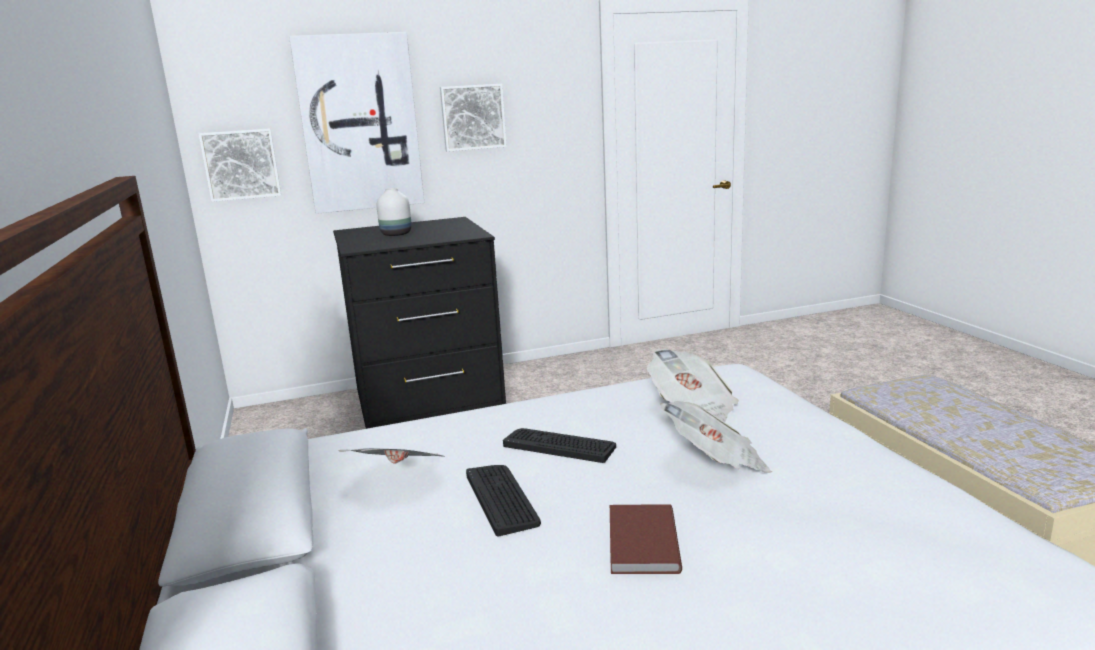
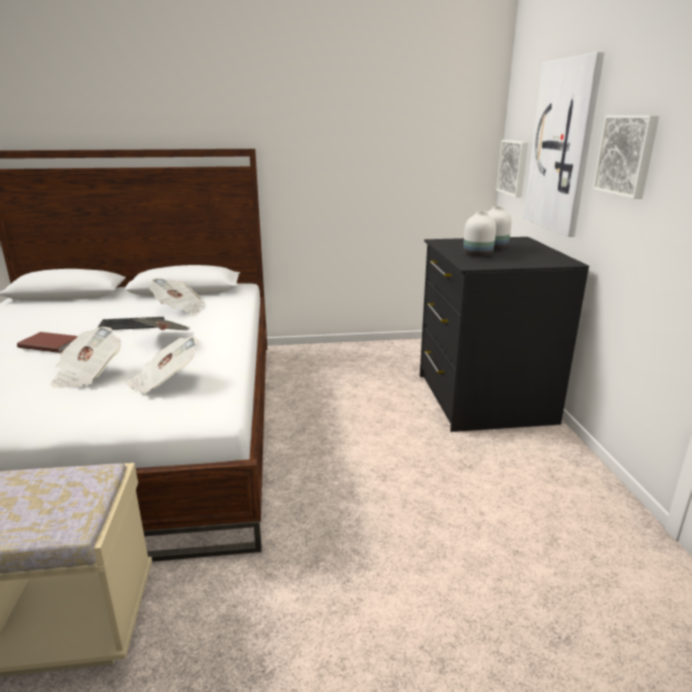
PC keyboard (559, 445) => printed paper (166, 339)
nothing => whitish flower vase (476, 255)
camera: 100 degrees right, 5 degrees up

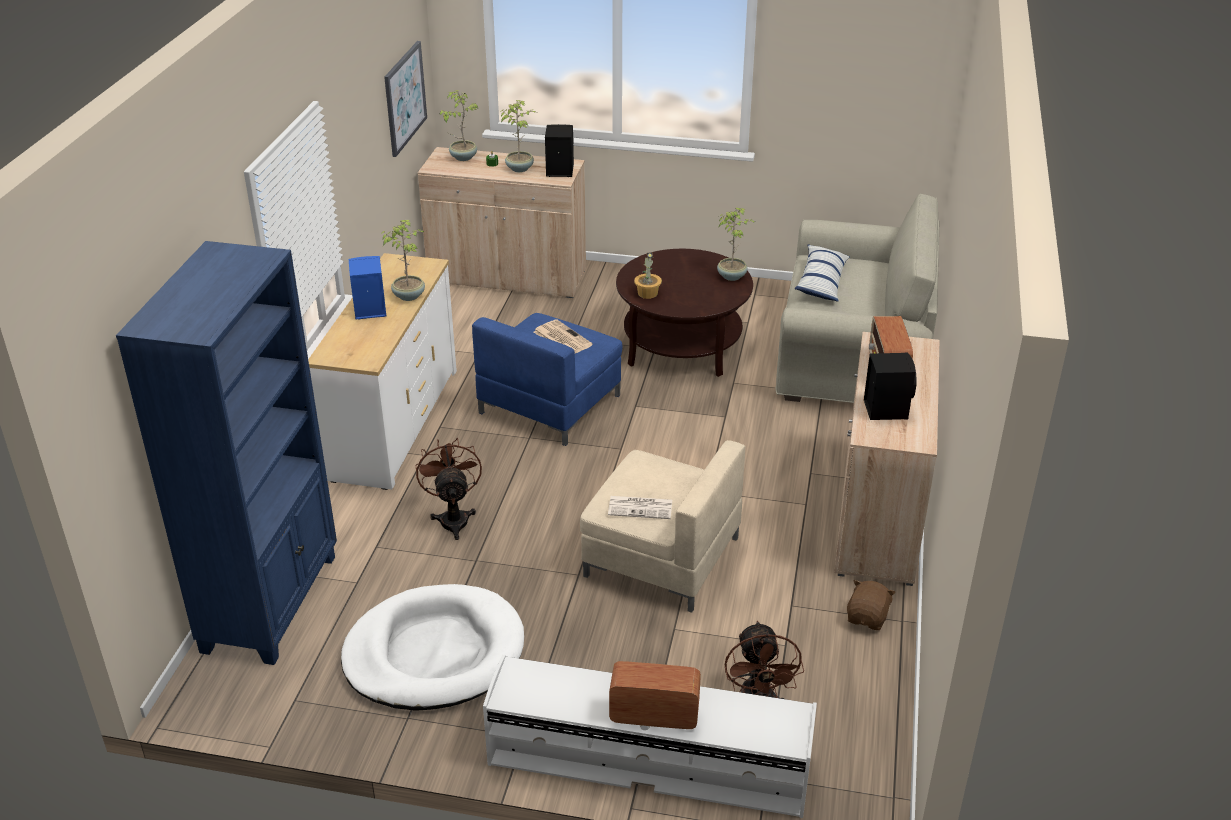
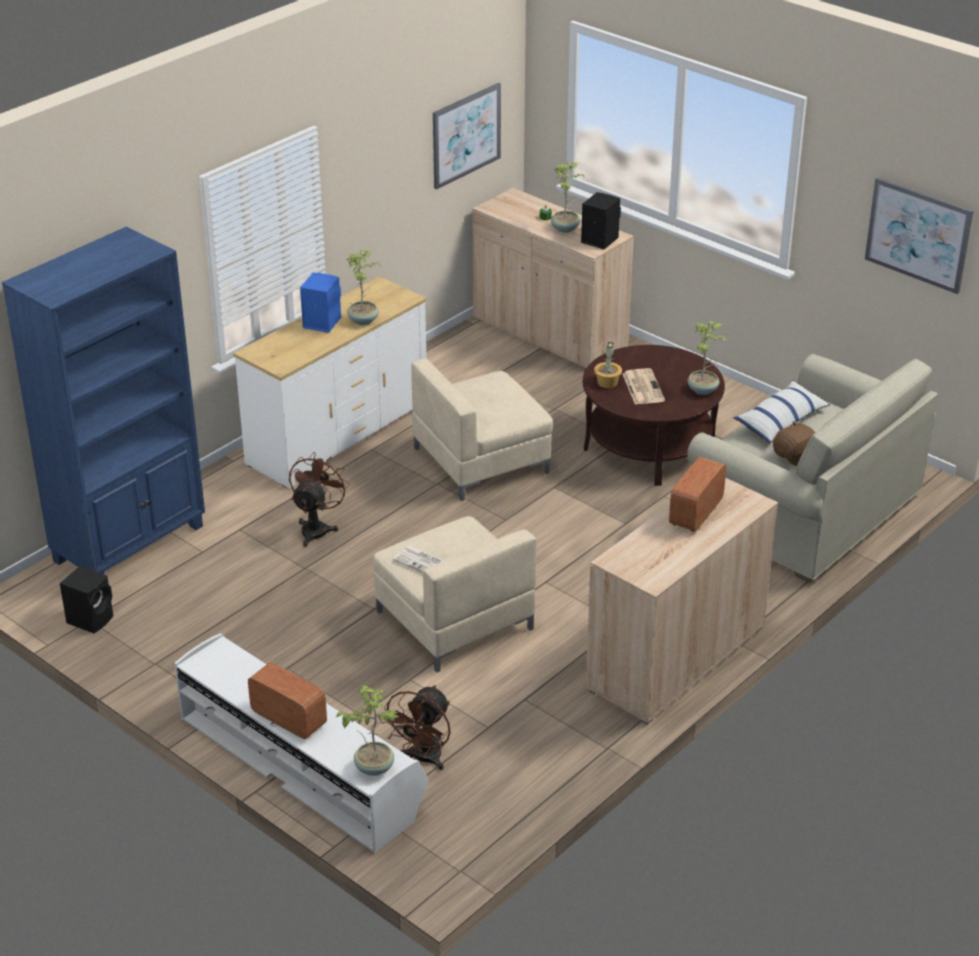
houseplant (463, 157) => houseplant (373, 767), moved
blue-coloured easy chair (551, 403) => beige easy chair (482, 460)
printed paper (561, 338) => printed paper (642, 387), moved
blackish audio speaker (886, 409) => blackish audio speaker (91, 619), moved
brown-coloured plush toy (867, 618) => brown-coloured plush toy (795, 456), moved
whitish pet bed (434, 653) => nothing
nothing => wall picture (918, 234)
camera: 30 degrees right, 0 degrees up

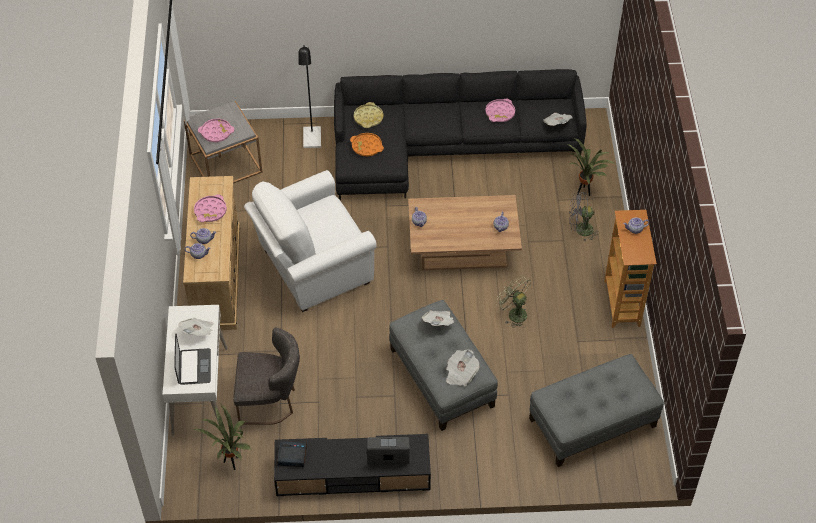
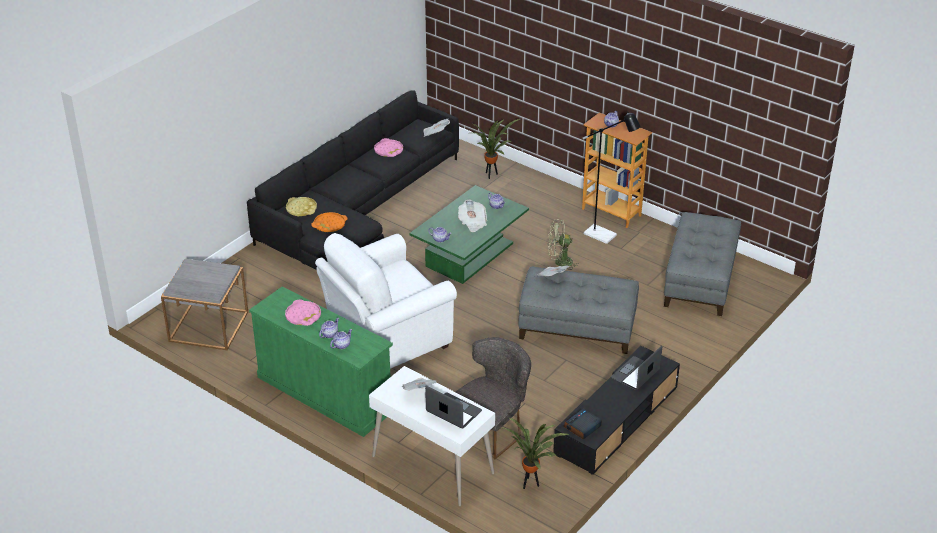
blackish floor lamp (312, 142) => blackish floor lamp (605, 236), moved
pink tray (216, 132) => nothing
whitish easy chair (311, 267) => whitish easy chair (384, 337), 45 degrees clockwise
beige chest of drawers (217, 277) => greenish chest of drawers (324, 393)
gray cooling fan (580, 230) => nothing
brown-coloured low table (462, 250) => greenish low table (470, 254)
printed paper (460, 373) => printed paper (472, 223), moved
camera: 50 degrees left, 15 degrees down

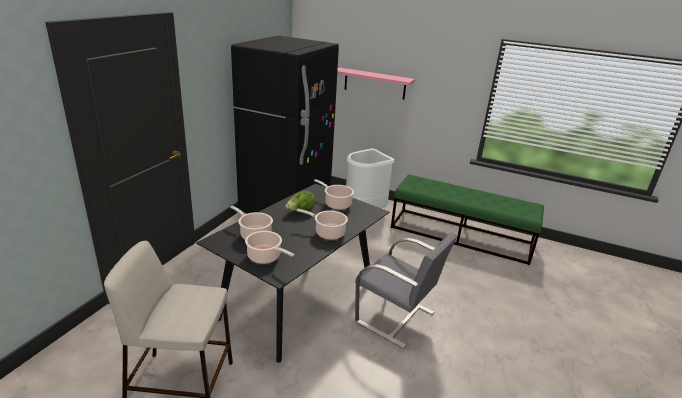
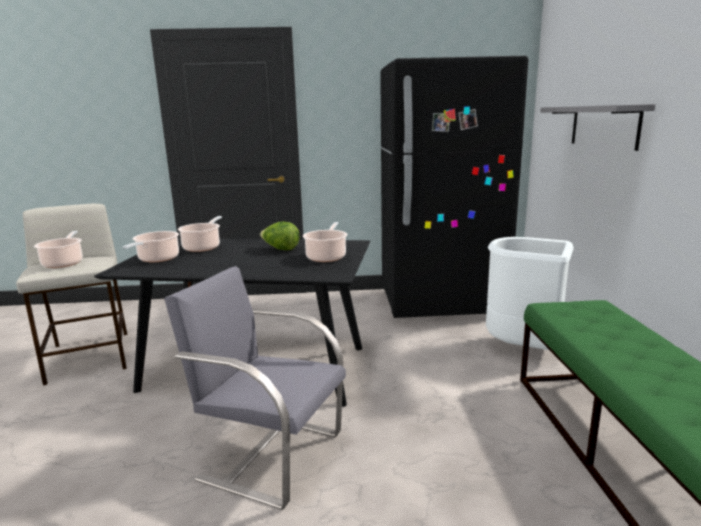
pink shelf (374, 83) => gray shelf (604, 126)
cooking pot (328, 233) => cooking pot (64, 263), moved
gray plain chair (396, 318) => gray plain chair (270, 454), 105 degrees clockwise
camera: 65 degrees right, 10 degrees down

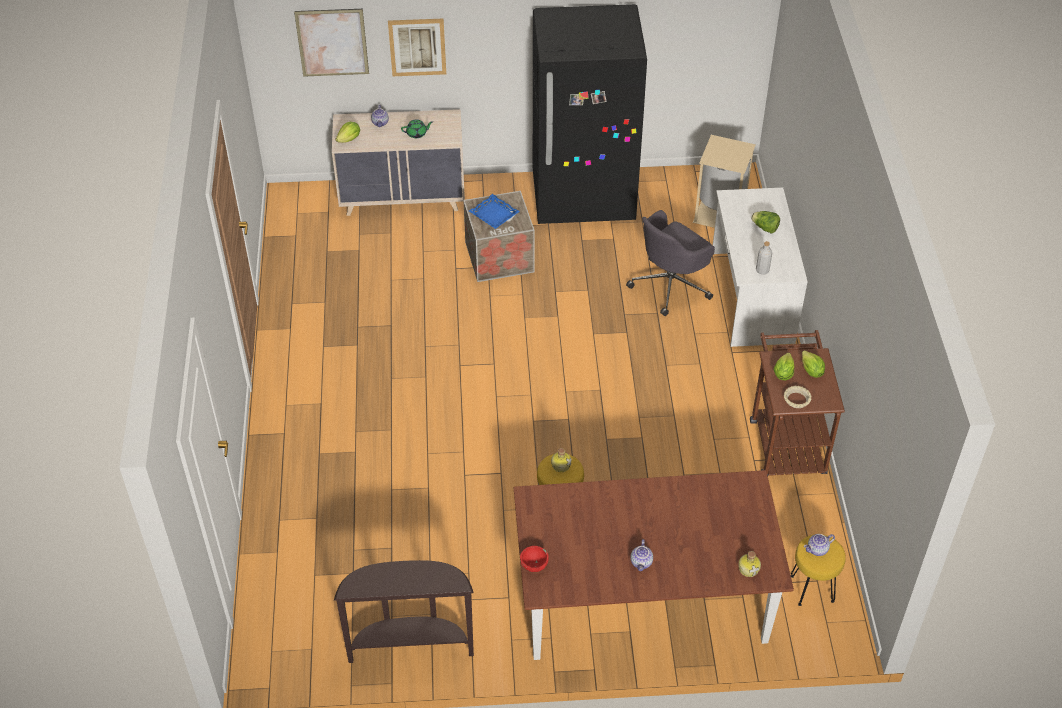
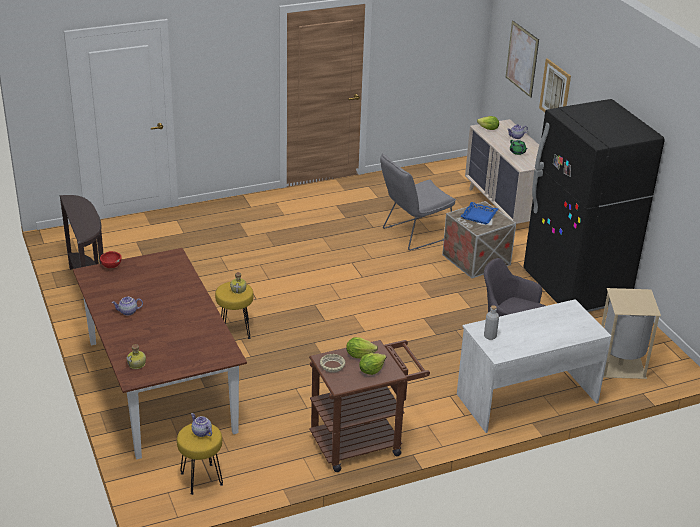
lettuce head (765, 228) => nothing
nothing => gray plain chair (413, 234)
camera: 70 degrees right, 15 degrees down

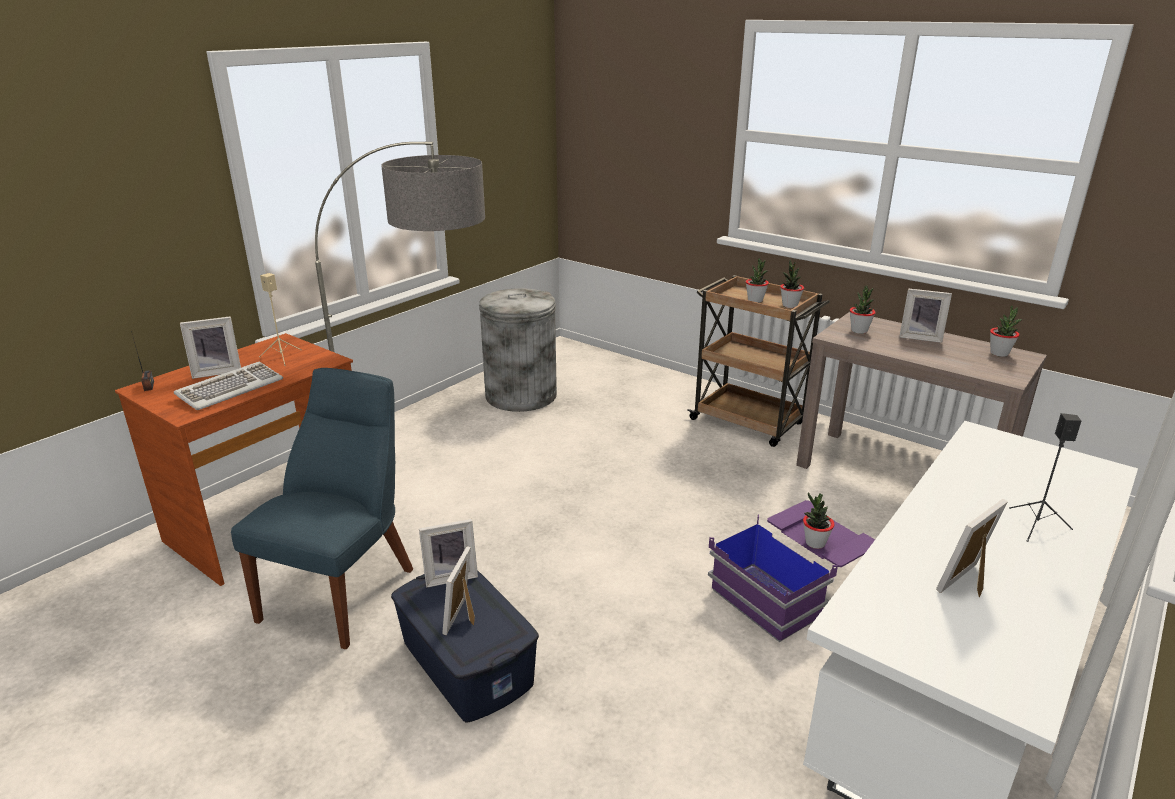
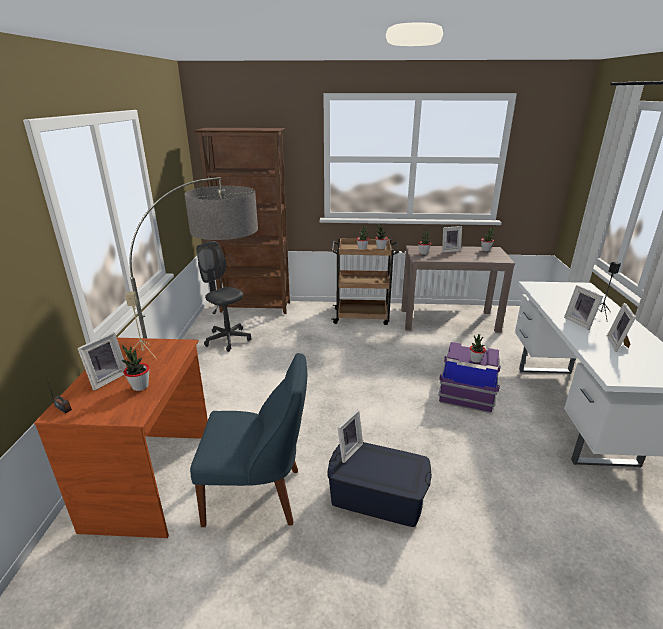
gray trash can (521, 395) => gray office chair (228, 339)
PC keyboard (230, 389) => houseplant (140, 386)
blue-coloured plain chair (343, 590) => blue-coloured plain chair (258, 496), 105 degrees clockwise
standing frame (464, 617) => standing frame (580, 322), moved
nothing => brown-coloured bookshelf (256, 307)
camera: 35 degrees left, 0 degrees up

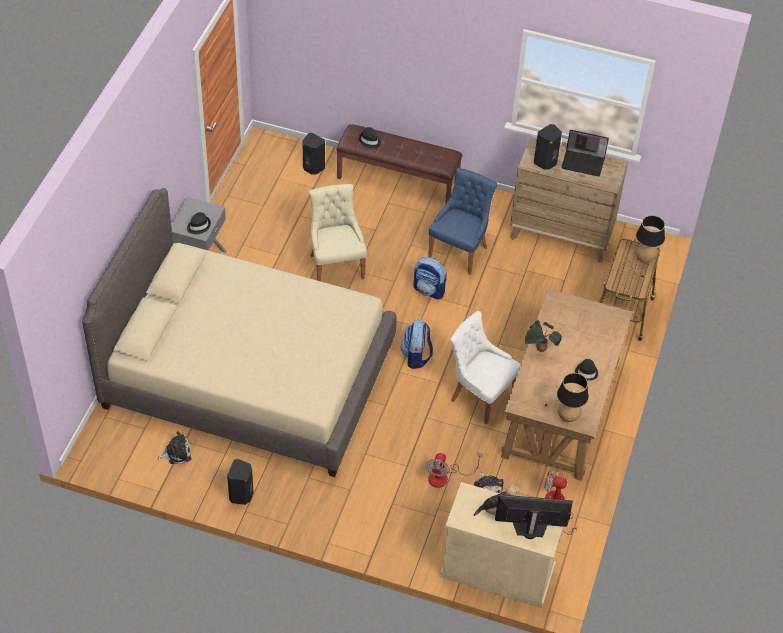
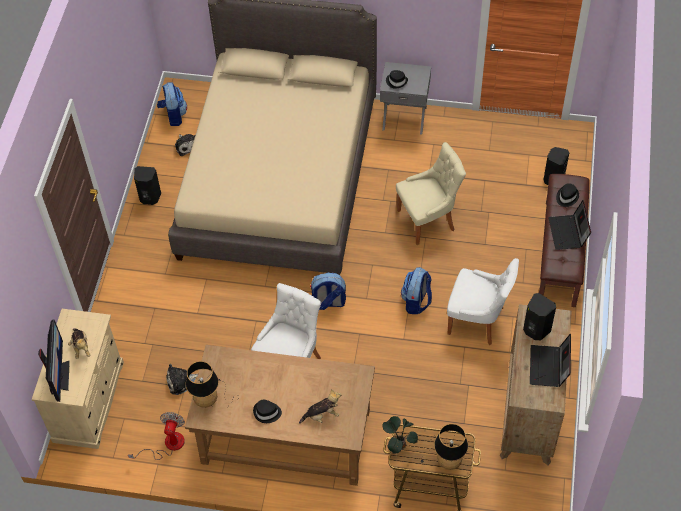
blue-coloured plain chair (459, 251) => whitish plain chair (478, 321)
houseplant (540, 349) => houseplant (398, 445), moved
cooling fan (445, 477) => nothing
nothing => backpack (173, 115)
nothing => notebook computer (568, 233)
nothing => plush toy (322, 415)
camera: 85 degrees right, 5 degrees up

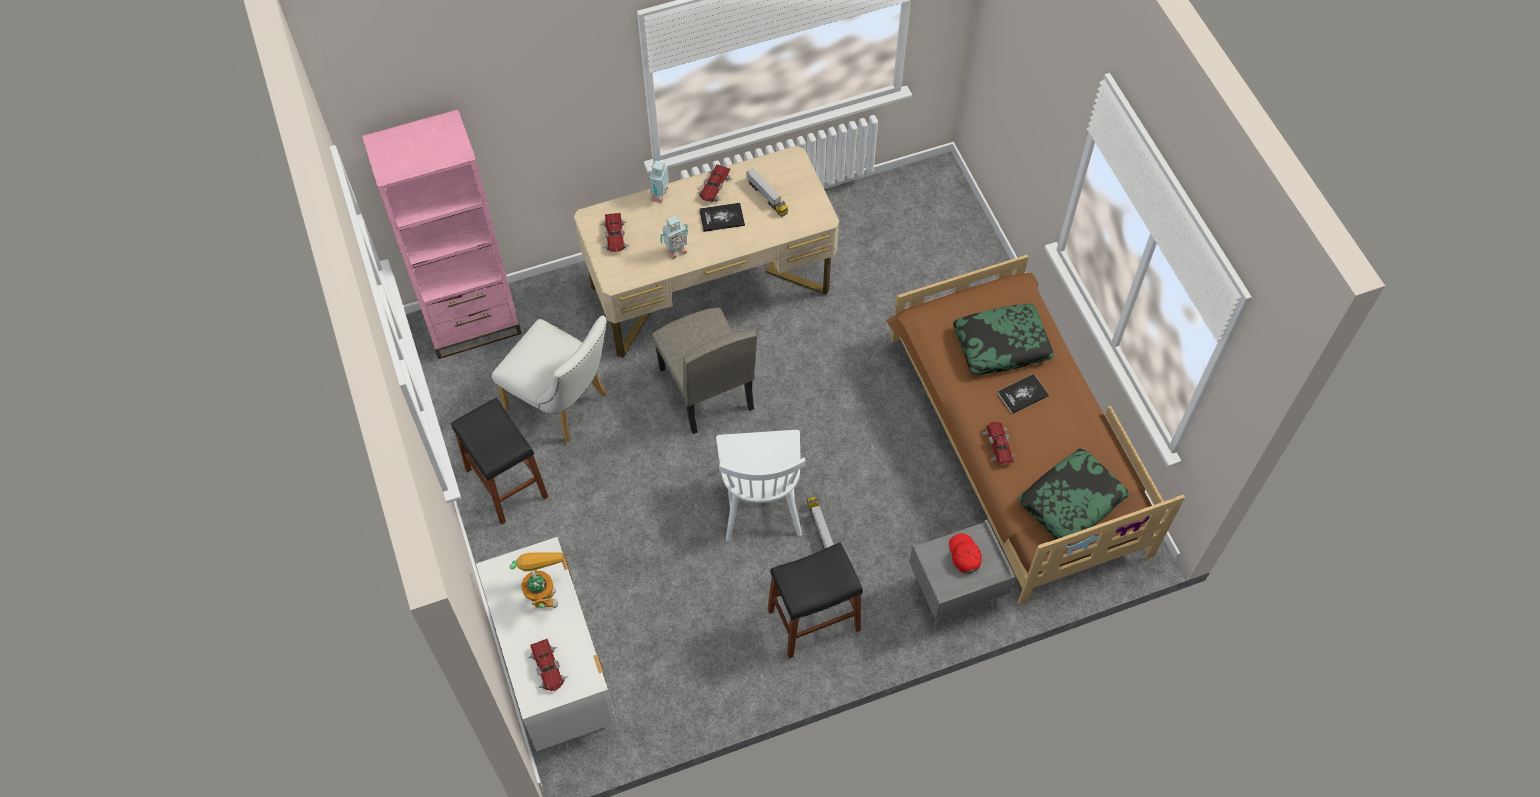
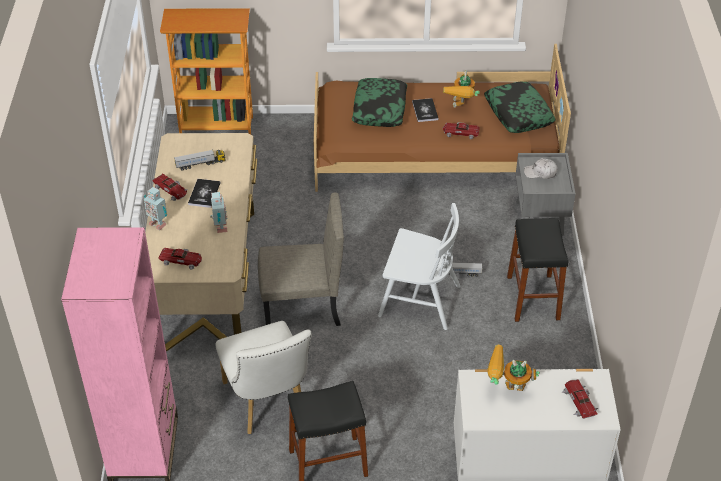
whitish plain chair (563, 404) => whitish plain chair (268, 404), 105 degrees clockwise
reddish cap (964, 555) => whitish cap (540, 173)
miniature car (548, 668) => miniature car (579, 402), 105 degrees counterclockwise
nothing => bookshelf (217, 127)
nothing => toy robot (461, 107)
camera: 70 degrees left, 15 degrees down

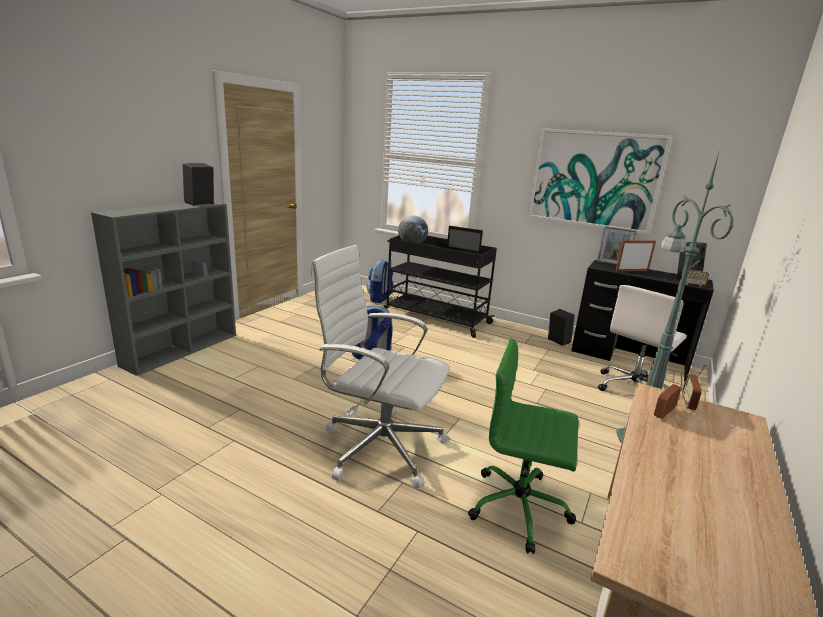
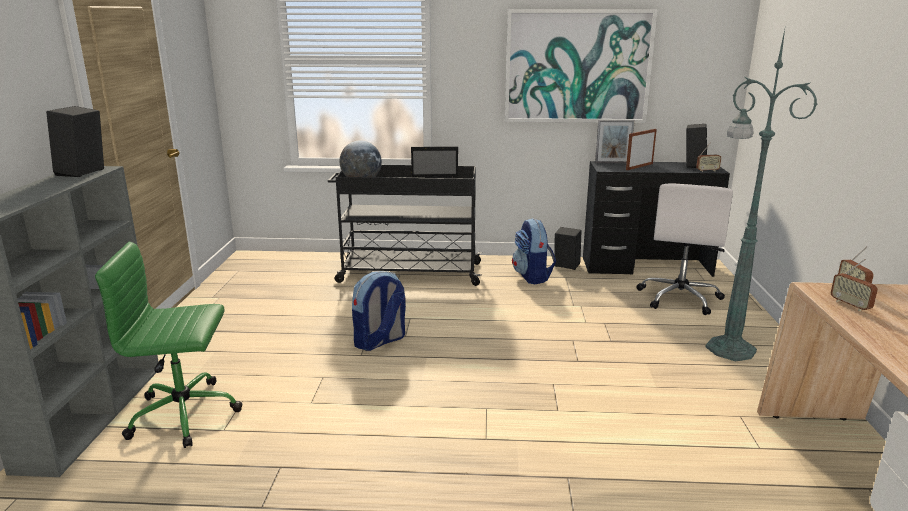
whitish office chair (379, 446) => nothing
backpack (380, 299) => backpack (532, 277), moved
greenish office chair (520, 508) => greenish office chair (186, 414), moved
radio receiver (664, 414) => radio receiver (850, 305), 45 degrees counterclockwise
camera: 25 degrees left, 0 degrees up

